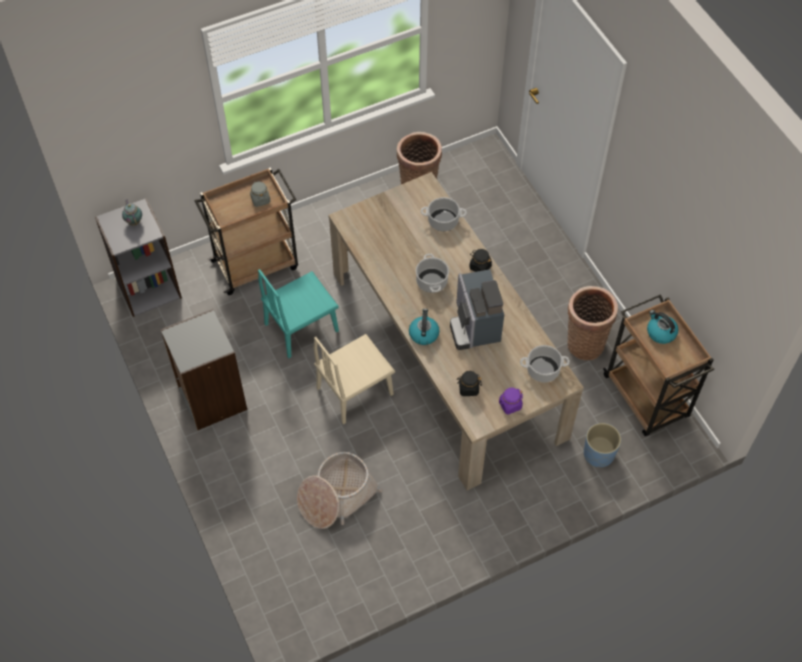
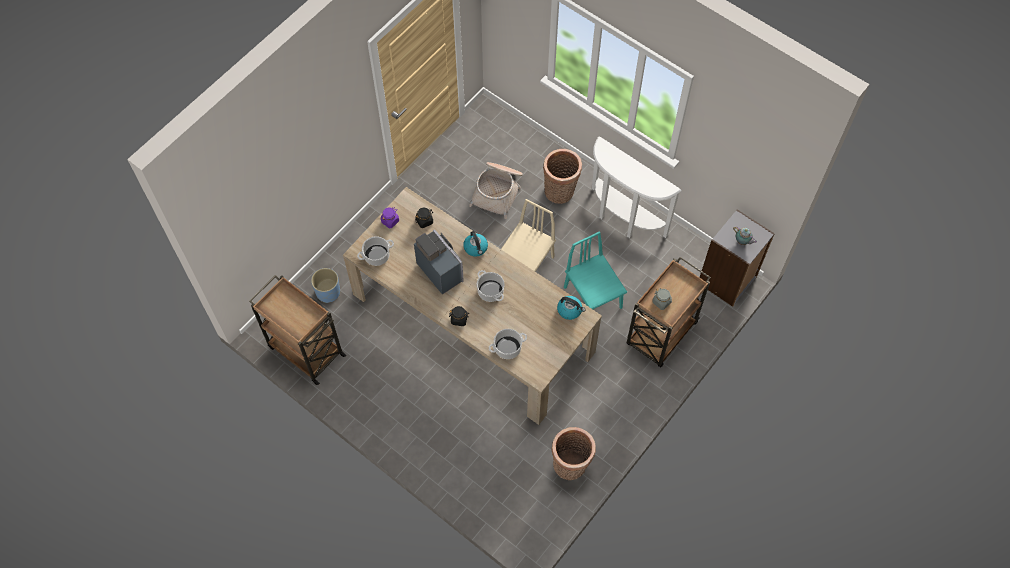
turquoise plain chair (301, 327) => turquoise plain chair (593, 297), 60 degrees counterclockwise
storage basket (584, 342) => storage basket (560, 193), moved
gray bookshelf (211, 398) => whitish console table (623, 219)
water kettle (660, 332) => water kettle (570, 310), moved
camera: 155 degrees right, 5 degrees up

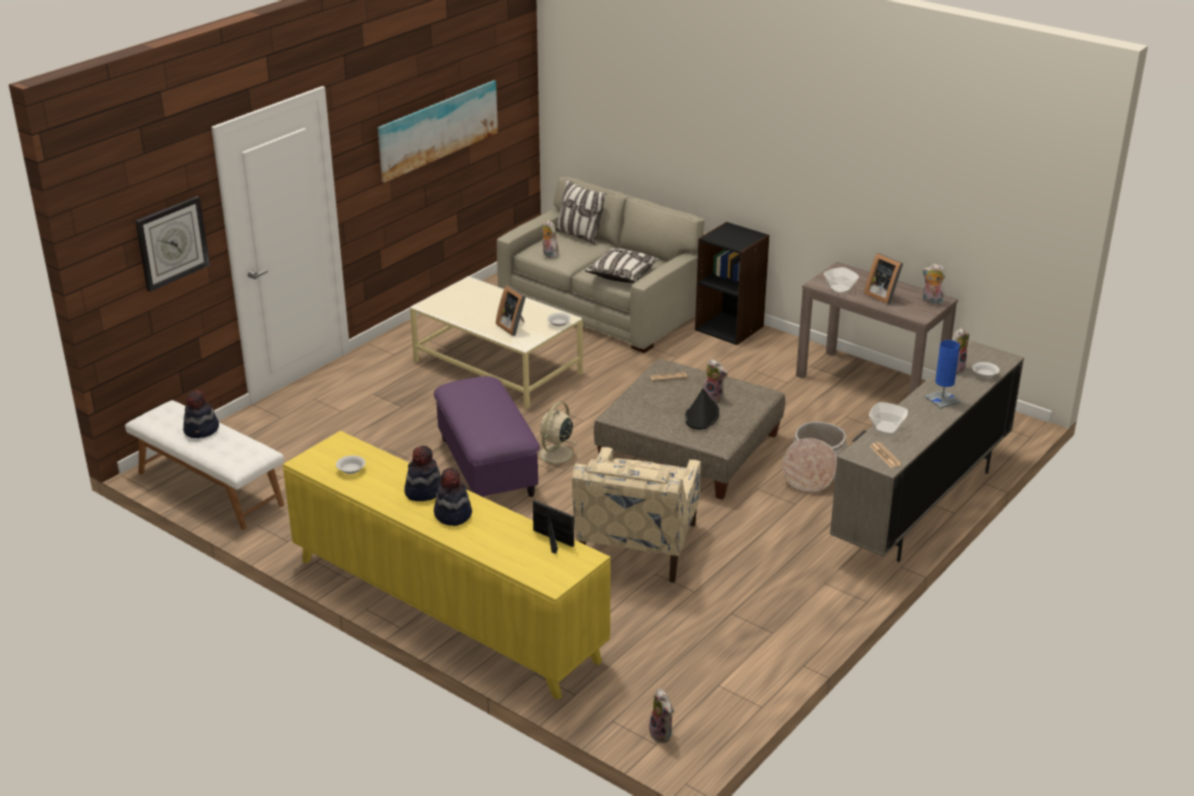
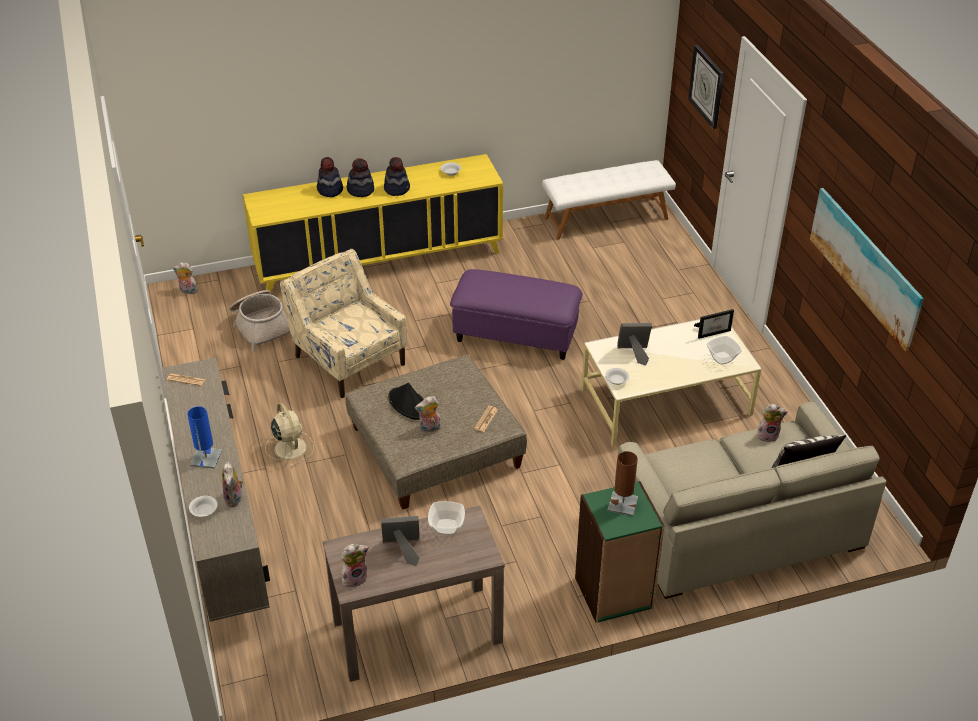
blackish bookshelf (730, 328) => greenish bookshelf (614, 593)
throw pillow (622, 274) => nothing
wearable hat (202, 430) => wearable hat (330, 190), moved
beige cooling fan (555, 455) => beige cooling fan (290, 447), moved
bowl (887, 428) => bowl (721, 358), moved
storage basket (814, 471) => storage basket (261, 326), moved
standing frame (549, 540) => standing frame (713, 332), moved
nothing => brown-coloured tabletop lamp (622, 504)
camera: 125 degrees right, 10 degrees up

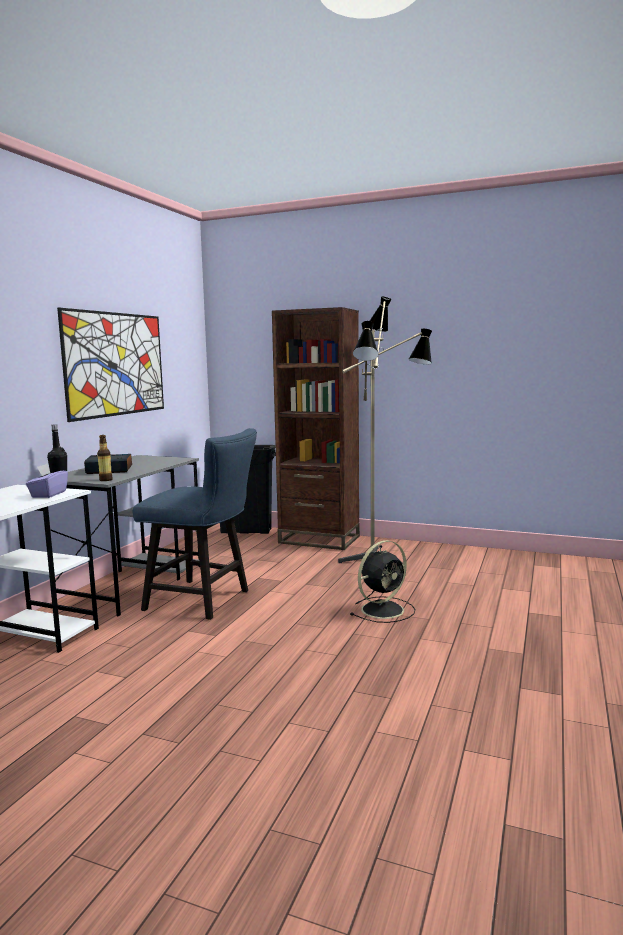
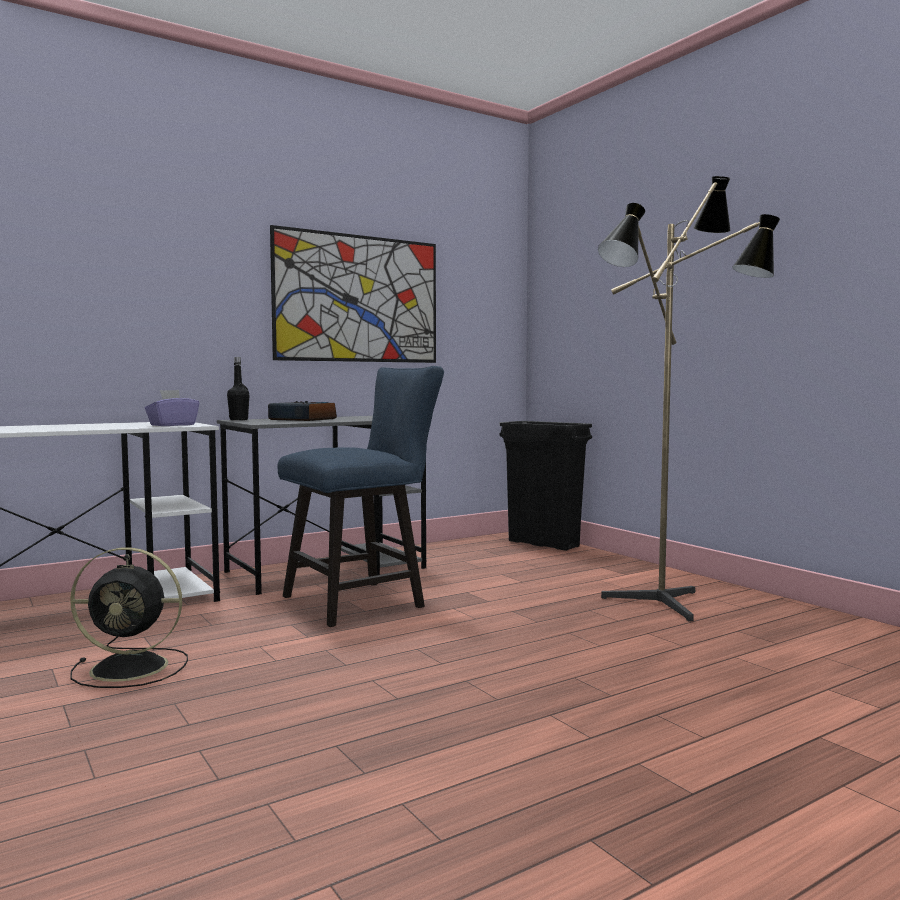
brown-coloured bookshelf (319, 539) => nothing
blue-coloured plain chair (204, 601) => blue-coloured plain chair (363, 601), 90 degrees counterclockwise
drink bottle (106, 480) => nothing
blackish cooling fan (384, 609) => blackish cooling fan (133, 668), moved
camera: 35 degrees right, 5 degrees down

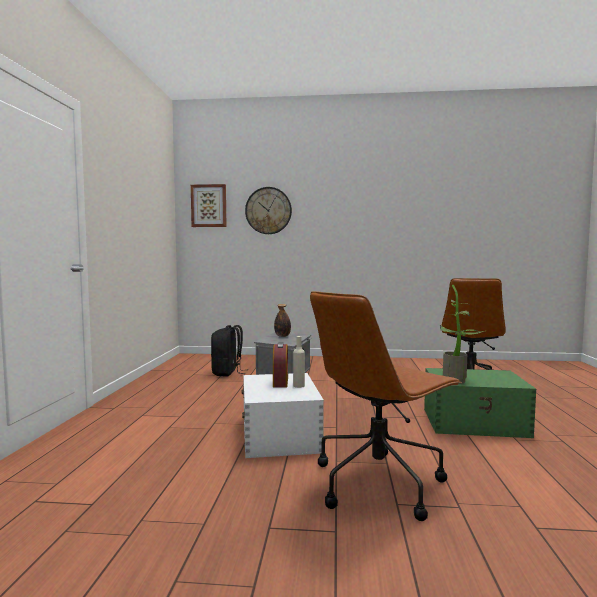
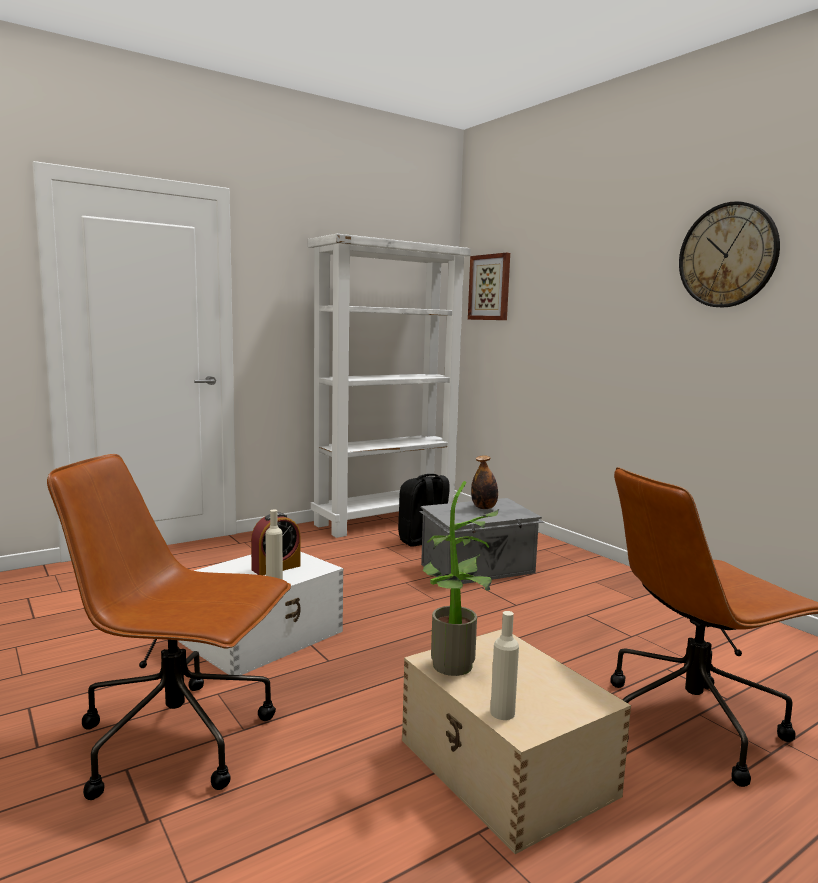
clock on the wall (268, 210) => clock on the wall (728, 255), moved
greenish storage bin (475, 422) => beige storage bin (506, 768)
nothing => whitish bookshelf (386, 520)
nothing => beige drink bottle (502, 713)
camera: 50 degrees right, 5 degrees up

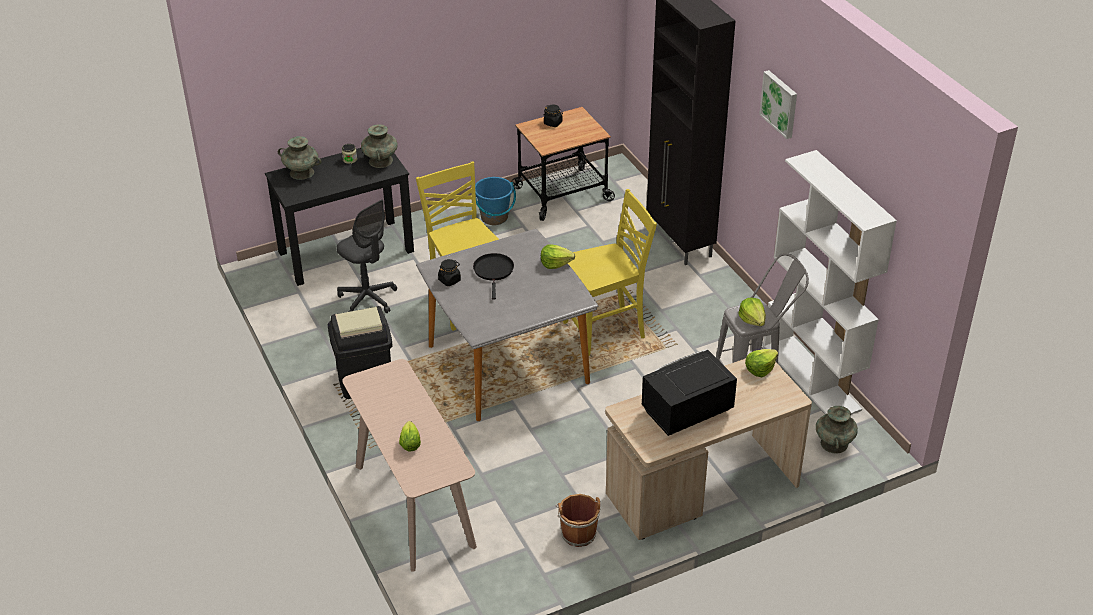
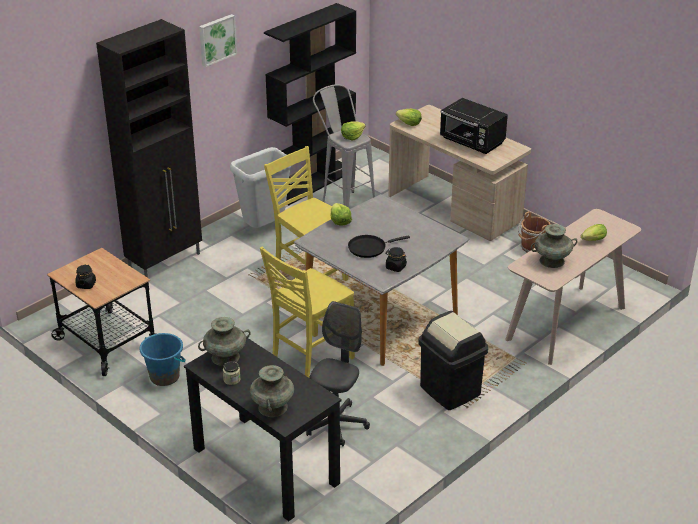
whitish bookshelf (812, 377) => blackish bookshelf (313, 182)
turquoise flower vase (834, 444) => turquoise flower vase (552, 261), moved
nothing => gray trash can (264, 228)
camera: 110 degrees left, 5 degrees down

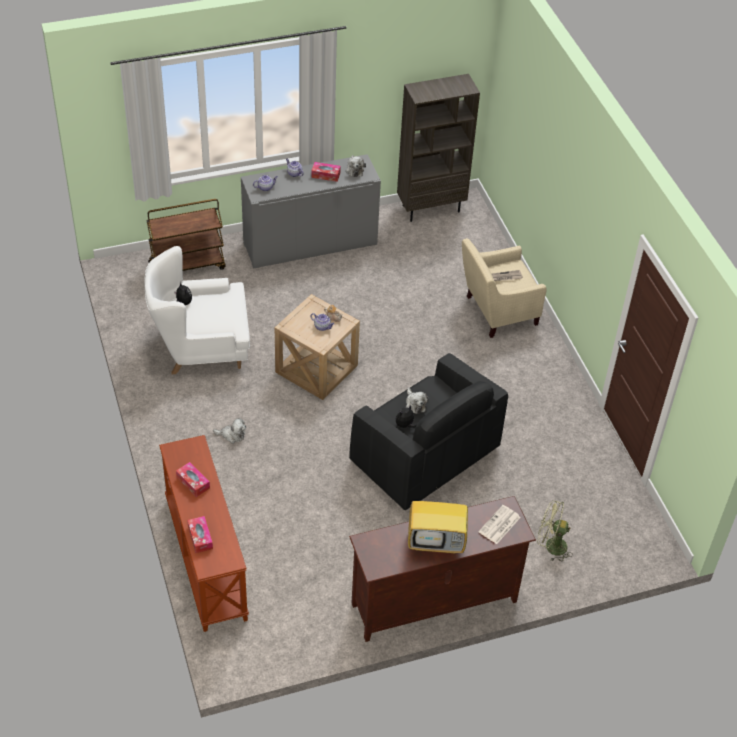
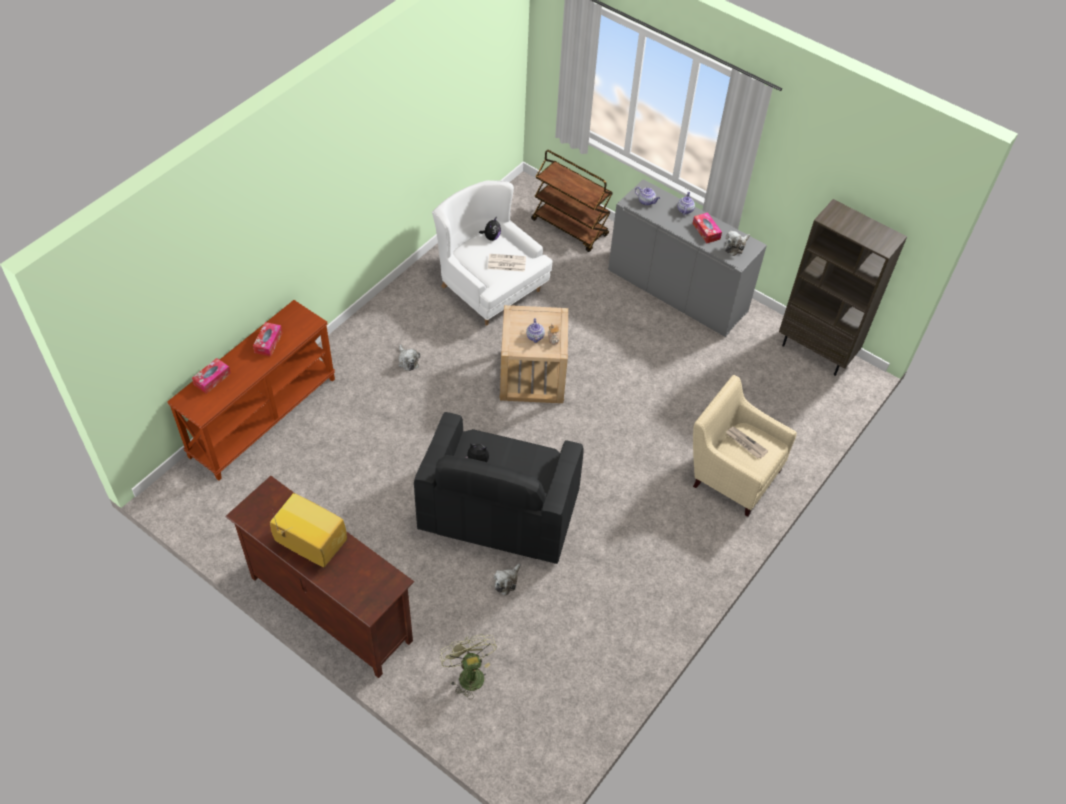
plush toy (415, 404) => plush toy (507, 582), moved
TV (437, 541) => TV (310, 546), 150 degrees clockwise
printed paper (499, 525) => printed paper (506, 263), moved
camera: 55 degrees right, 5 degrees up

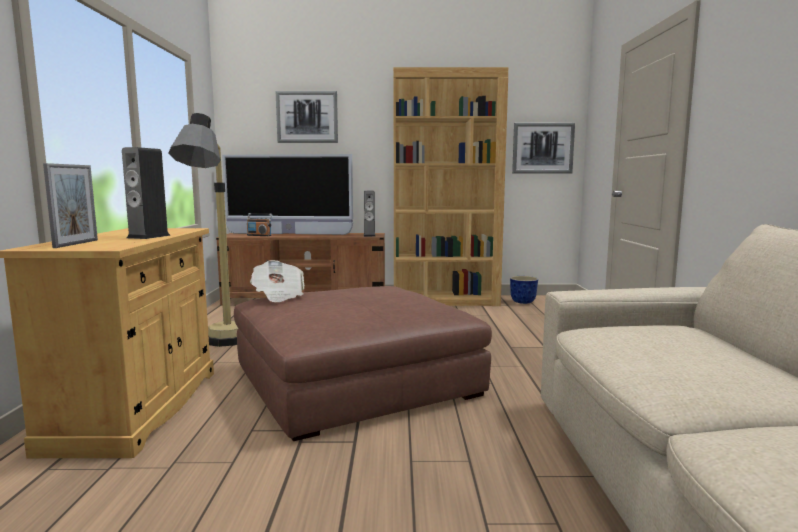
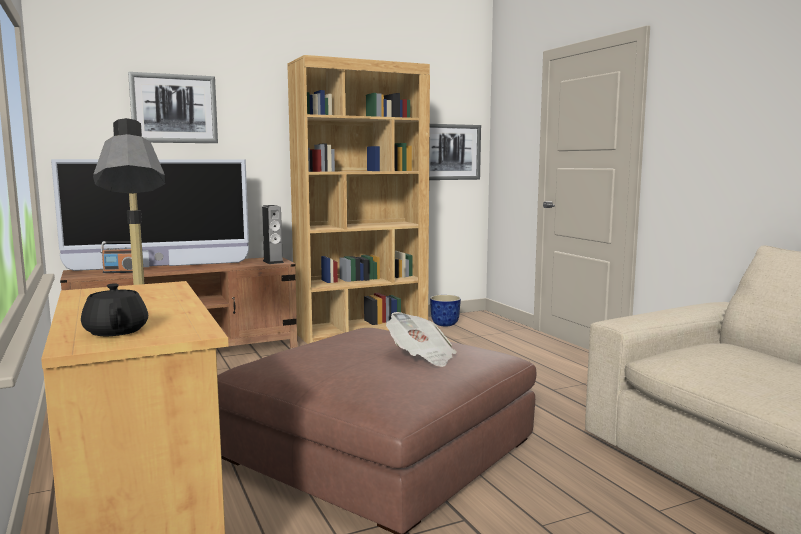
audio speaker (149, 236) => nothing
standing frame (76, 244) => blackish teapot (116, 331)
printed paper (278, 296) => printed paper (421, 357), moved
camera: 25 degrees left, 0 degrees up

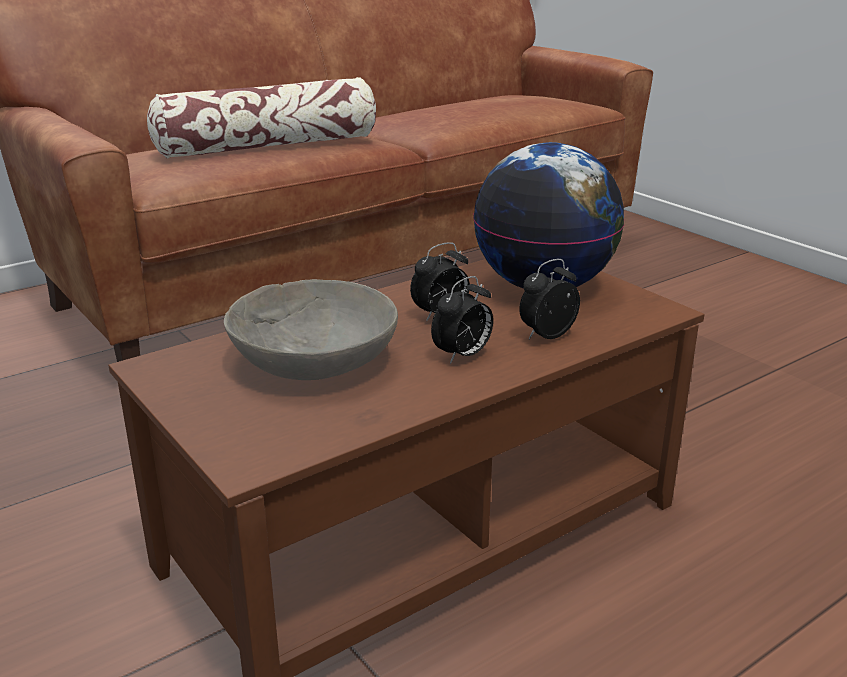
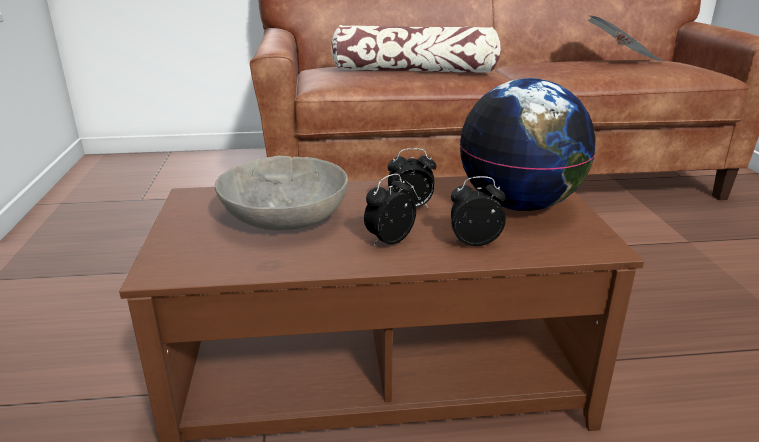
alarm clock (462, 356) => alarm clock (389, 240), 150 degrees clockwise
nothing => printed paper (622, 60)
camera: 30 degrees right, 0 degrees up

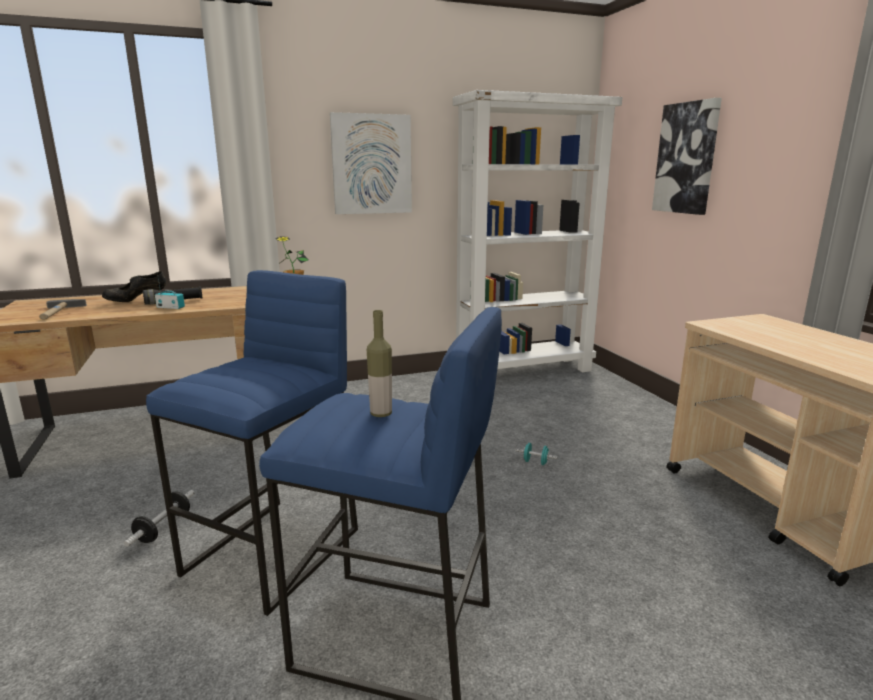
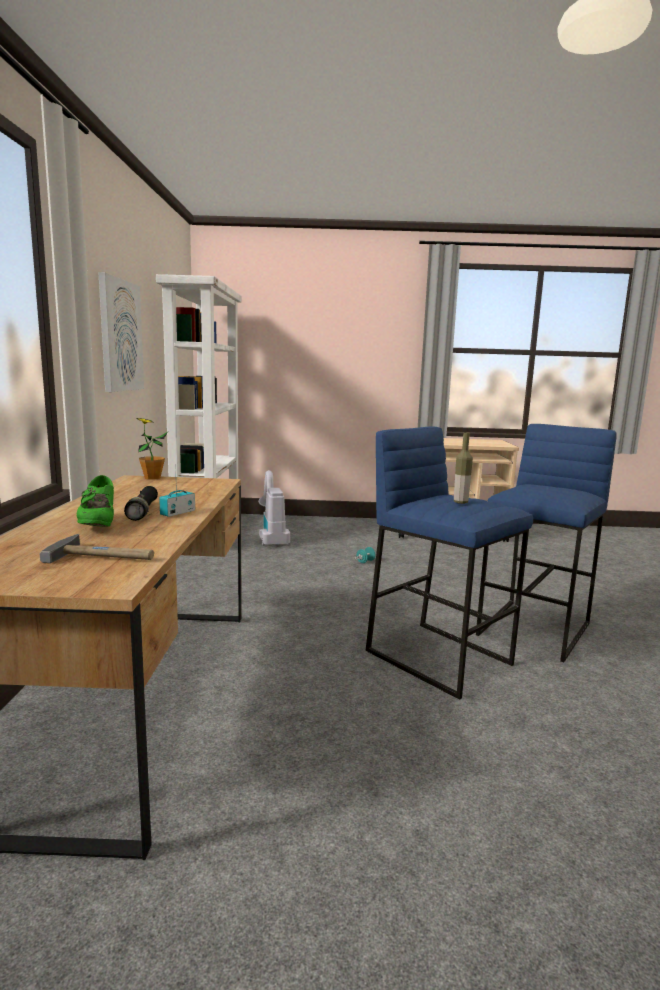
wall picture (686, 158) => nothing
blackish low shoe (136, 301) => greenish low shoe (98, 524)
drink bottle (381, 414) => drink bottle (460, 502), moved
hand weight (163, 528) => nothing
nothing => vacuum (271, 536)
camera: 70 degrees left, 5 degrees down

